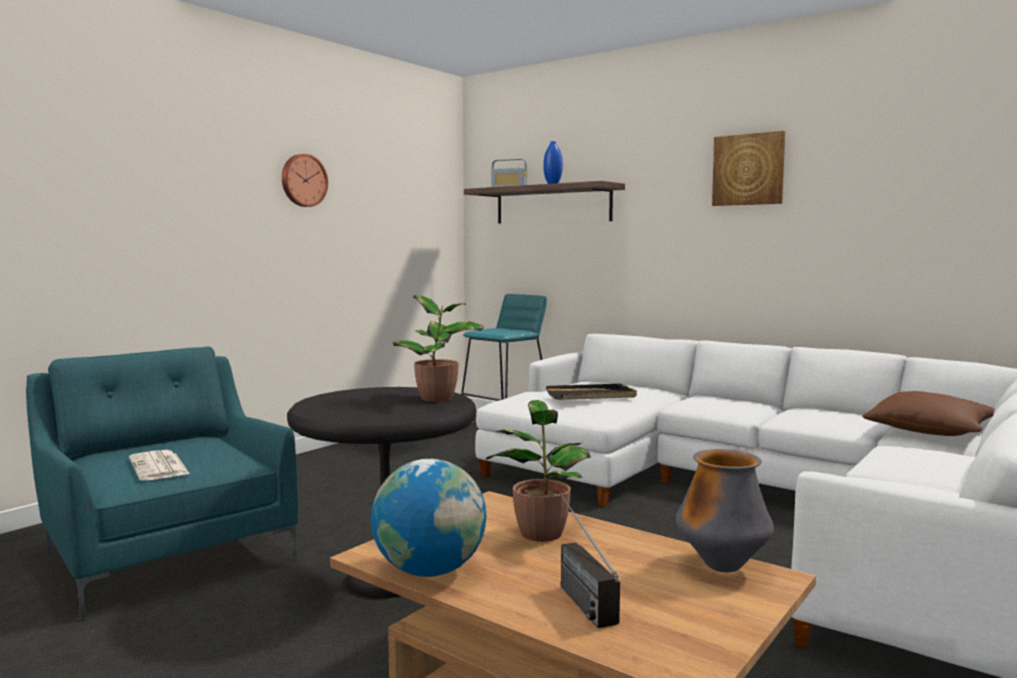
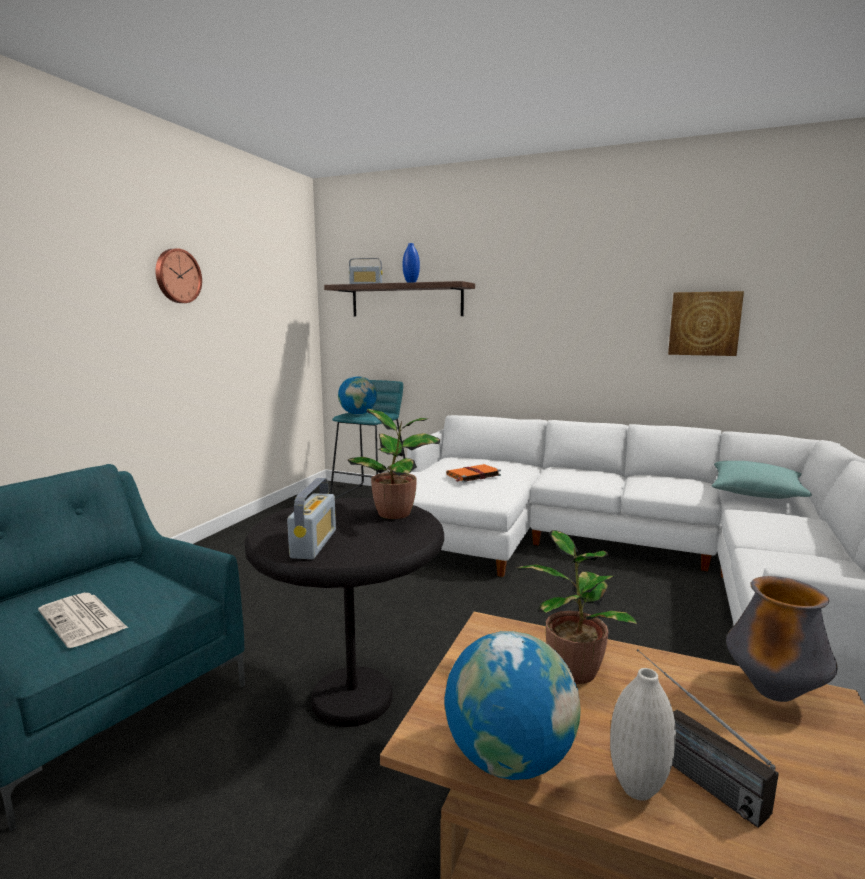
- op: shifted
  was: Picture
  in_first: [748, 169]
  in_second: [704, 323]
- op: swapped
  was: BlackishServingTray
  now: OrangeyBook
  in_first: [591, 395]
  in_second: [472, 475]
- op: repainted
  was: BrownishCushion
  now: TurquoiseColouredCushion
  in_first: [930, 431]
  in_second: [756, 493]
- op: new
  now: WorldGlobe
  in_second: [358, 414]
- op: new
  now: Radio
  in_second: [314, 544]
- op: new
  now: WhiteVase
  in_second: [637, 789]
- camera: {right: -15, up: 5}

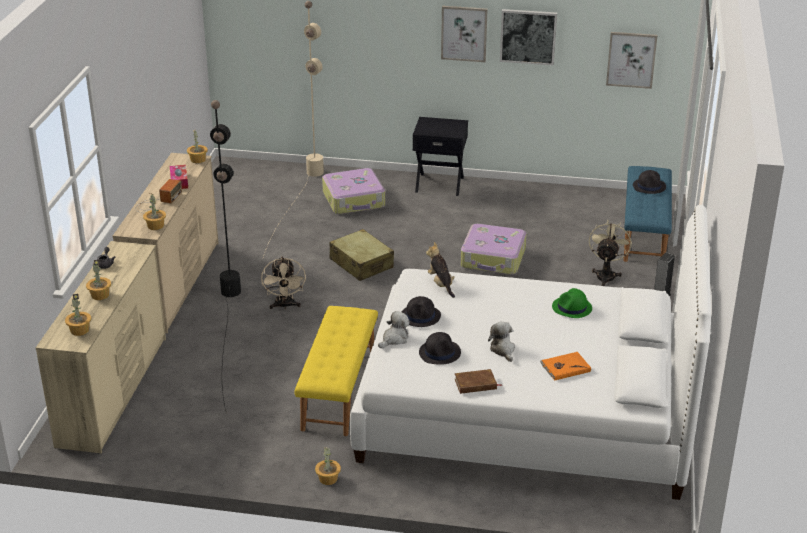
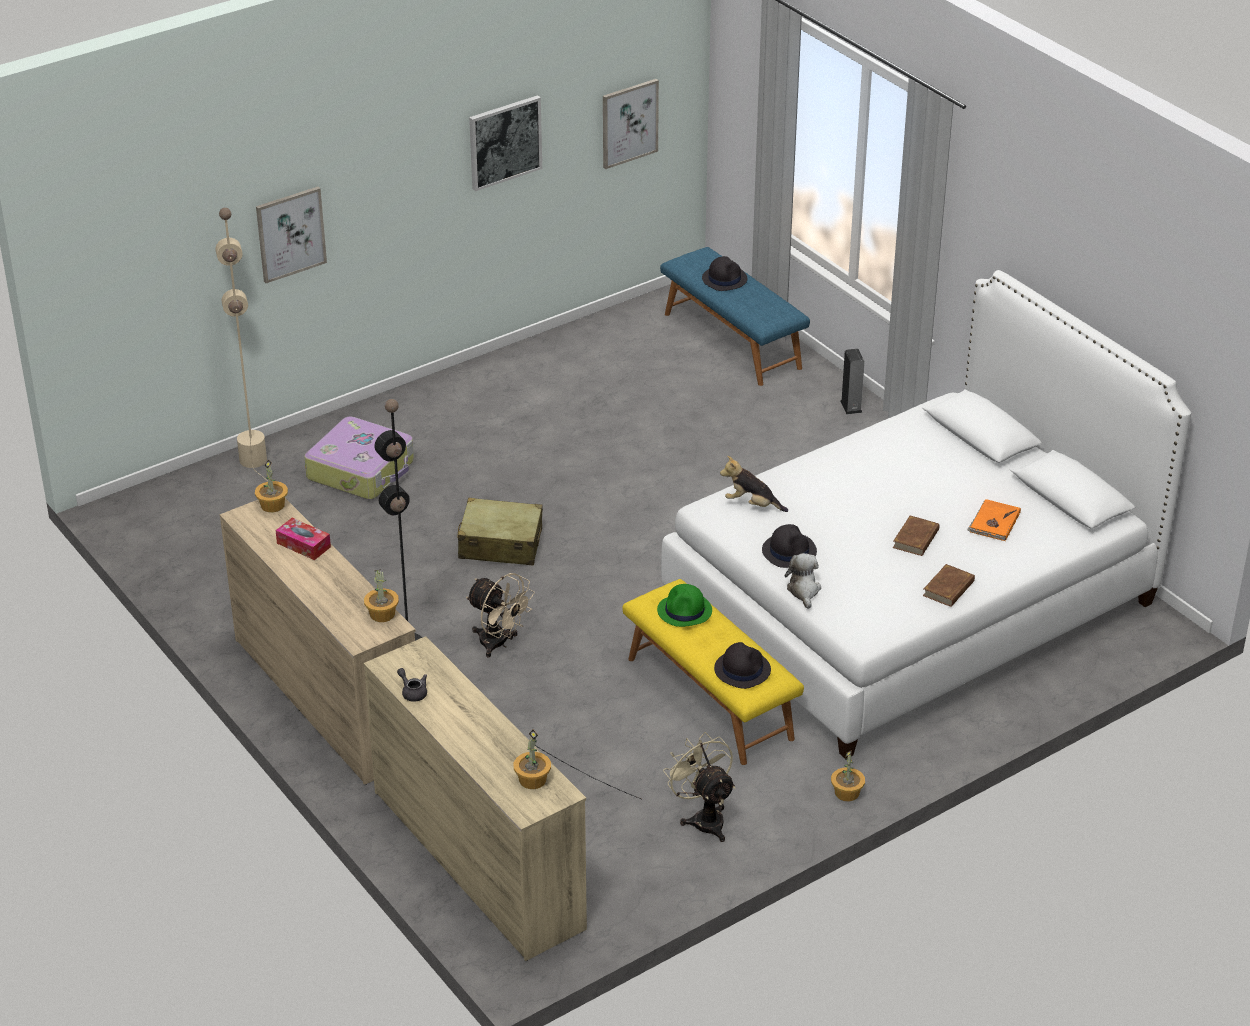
- op: shifted
  was: Picture
  in_first: [464, 33]
  in_second: [290, 234]
- op: gone
  was: BlackishNightTable
  in_first: [439, 184]
- op: gone
  was: Radio
  in_first: [157, 202]
- op: shifted
  was: BeigeCoolingFan
  in_first: [606, 275]
  in_second: [704, 818]
- op: gone
  was: Suitcase
  in_first: [493, 258]
- op: gone
  was: PlantInAPot
  in_first: [100, 295]
- op: shifted
  was: GreenColouredClothingHat
  in_first: [572, 308]
  in_second: [685, 611]
- op: swapped
  was: PlushToy
  now: BrownishBook
  in_first: [503, 350]
  in_second: [916, 539]
- op: shifted
  was: BlackishClothingHat
  in_first: [440, 352]
  in_second: [742, 669]
- camera: {right: -45, up: 5}

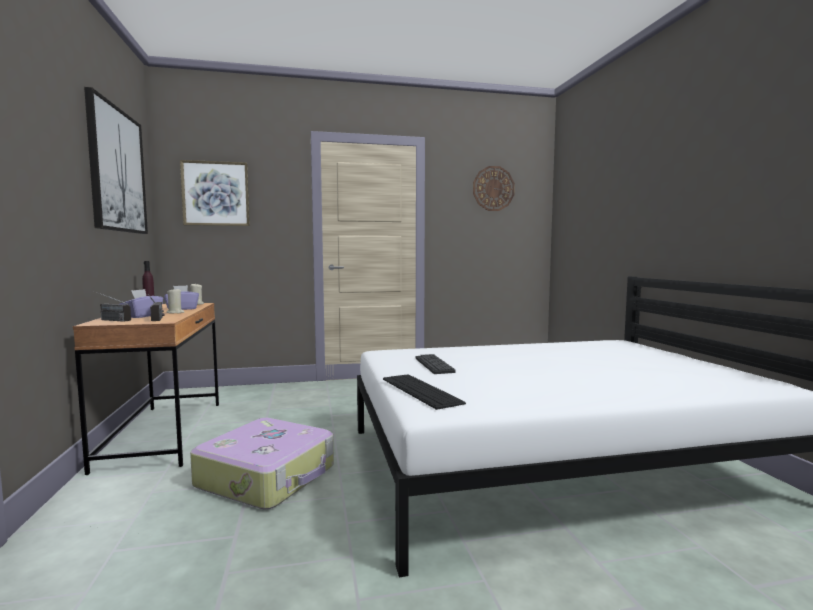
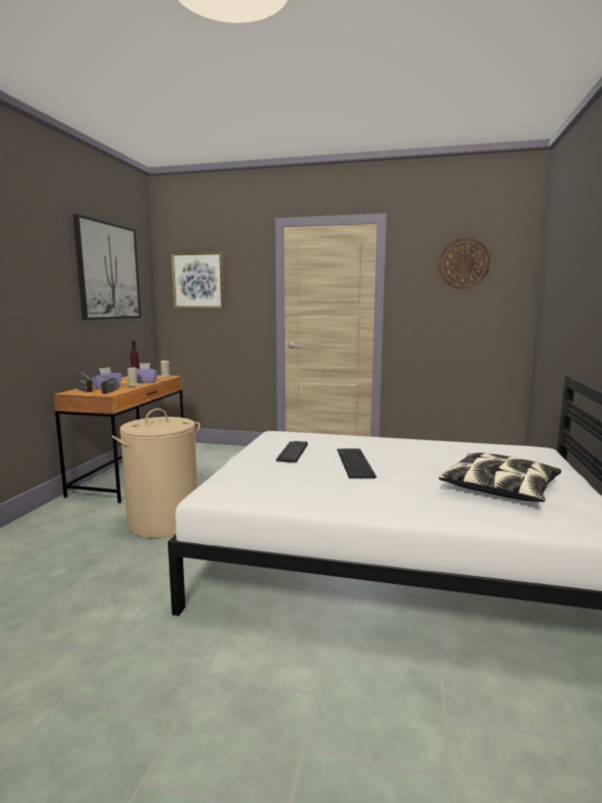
- op: shifted
  was: PcKeyboard
  in_first: [420, 390]
  in_second: [355, 463]
- op: swapped
  was: Suitcase
  now: BeigeLaundryBasket
  in_first: [268, 476]
  in_second: [164, 522]
- op: new
  now: Cushion
  in_second: [500, 488]
- camera: {right: 25, up: 5}

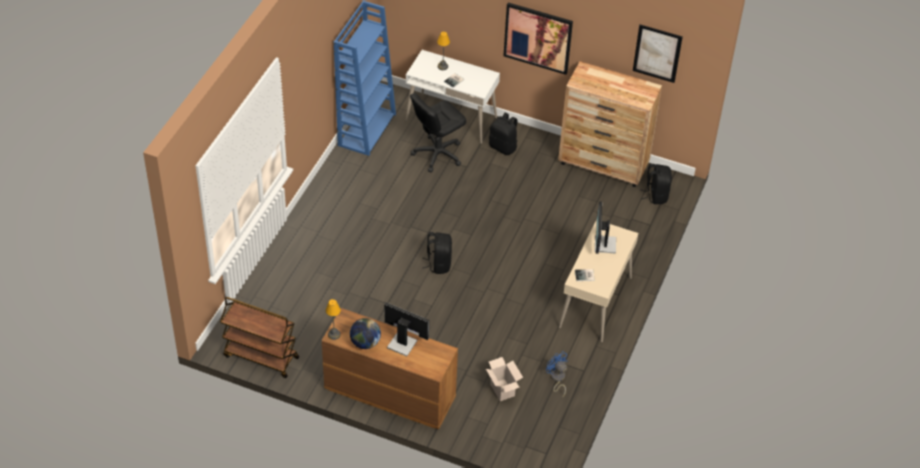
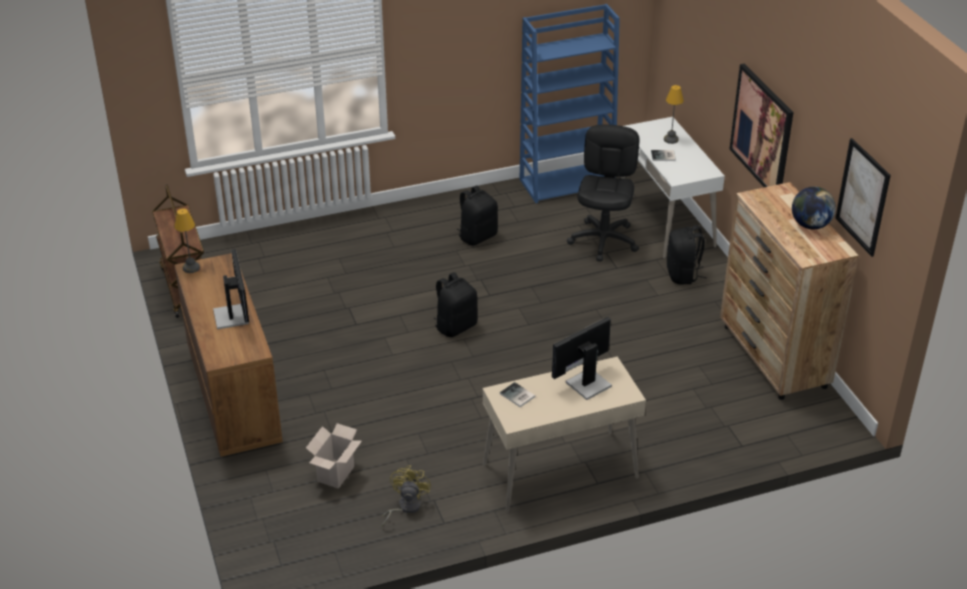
- op: rotated
  was: BlackishDeskChair
  in_first: [437, 154]
  in_second: [604, 240]
  clockwise: 90
- op: shifted
  was: BlackishBackpack
  in_first: [655, 195]
  in_second: [477, 236]
- op: shifted
  was: WorldGlobe
  in_first: [365, 343]
  in_second: [810, 225]
- op: repainted
  was: BlueCoolingFan
  now: YellowColouredCoolingFan
  in_first: [557, 379]
  in_second: [405, 507]
- camera: {right: 50, up: -10}

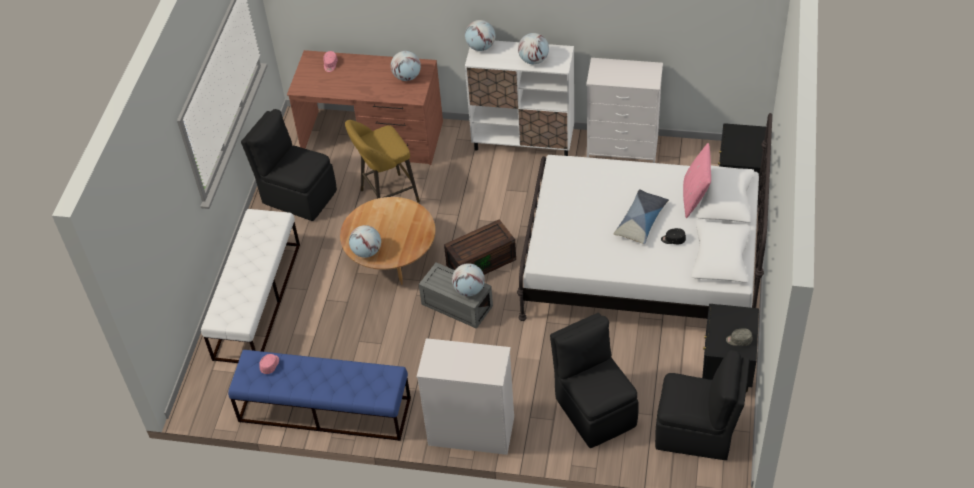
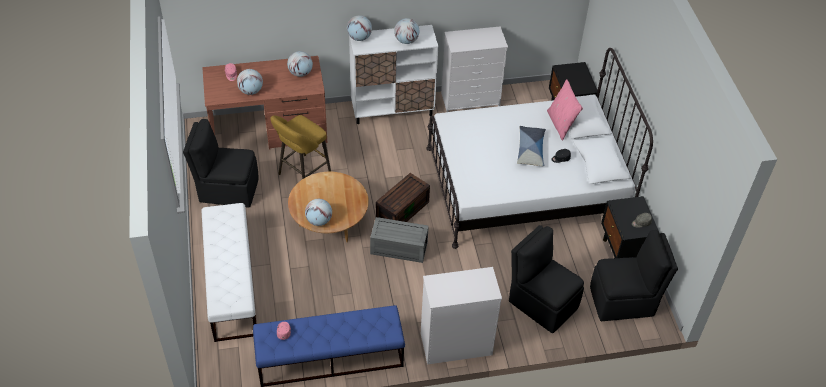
- op: shifted
  was: WorldGlobe
  in_first: [469, 290]
  in_second: [251, 91]
- camera: {right: -25, up: 0}

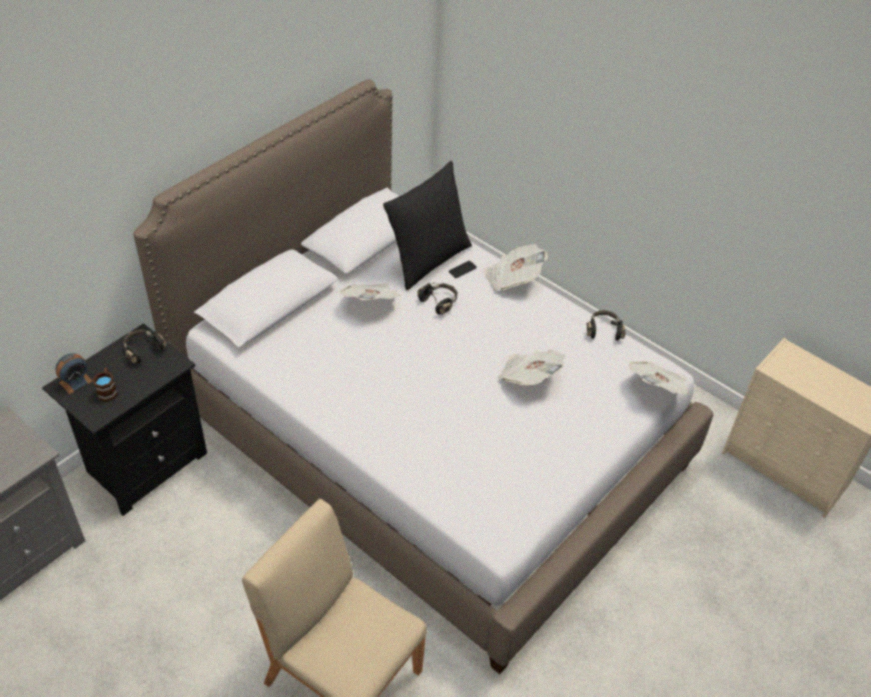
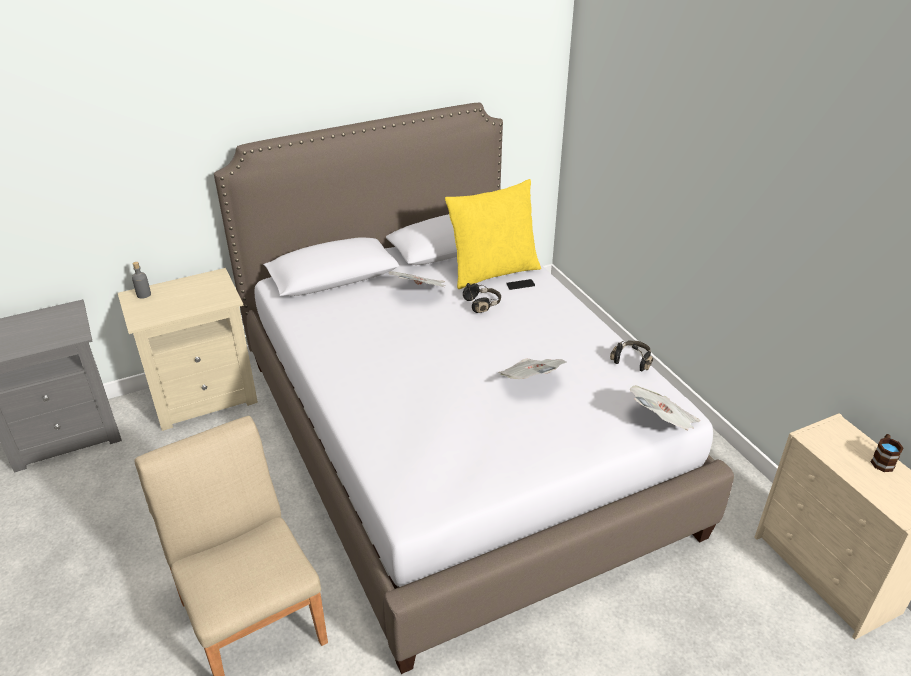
- op: repainted
  was: BlackishCushion
  now: YellowColouredCushion
  in_first: [427, 259]
  in_second: [493, 271]
- op: gone
  was: Newspaper
  in_first: [512, 279]
- op: repainted
  was: BlackishNightTable
  now: BeigeNightTable
  in_first: [144, 463]
  in_second: [204, 397]
- op: gone
  was: BlackishHeadset
  in_first: [143, 350]
- op: swapped
  was: BedsideClock
  now: GreyDrinkBottle
  in_first: [75, 382]
  in_second: [144, 294]
- op: shifted
  was: BrownishMug
  in_first: [108, 390]
  in_second: [882, 460]
- camera: {right: 25, up: -10}

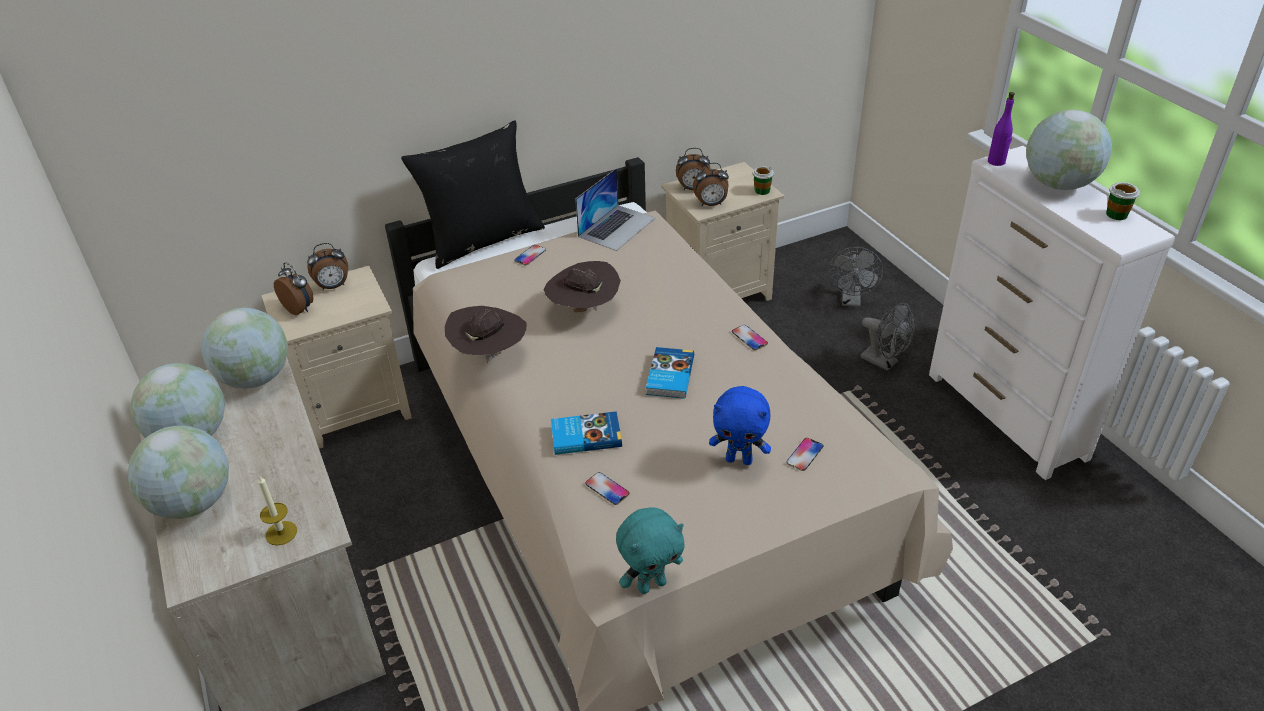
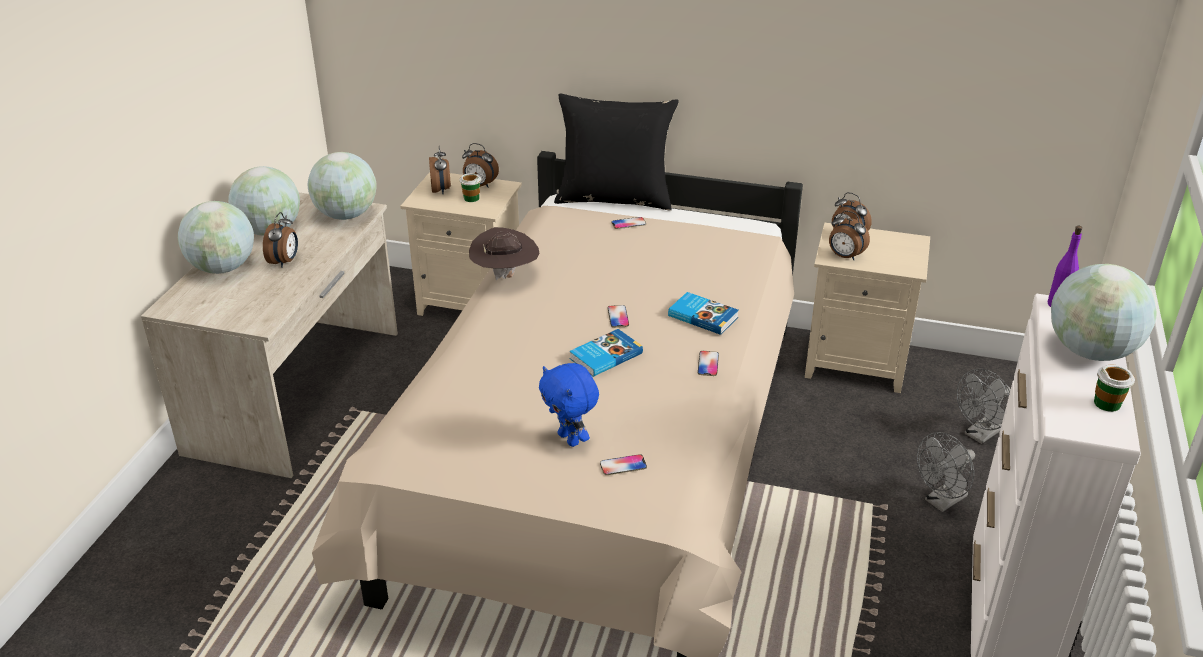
- op: shifted
  was: Cup
  in_first: [762, 191]
  in_second: [471, 198]
- op: gone
  was: NotebookComputer
  in_first: [617, 227]
- op: gone
  was: BrownishClothingHat
  in_first: [583, 310]
- op: rotated
  was: GreyCoolingFan
  in_first: [884, 362]
  in_second: [941, 502]
  clockwise: 60
- op: shifted
  was: Book
  in_first: [585, 435]
  in_second: [703, 316]
- op: shifted
  was: Telephone
  in_first: [607, 489]
  in_second: [618, 317]
- op: gone
  was: WaxLight
  in_first: [281, 533]
- op: gone
  was: TurquoiseColouredPlushToy
  in_first: [651, 584]
- op: new
  now: BedsideClock
  in_second: [285, 261]
- camera: {right: 40, up: -5}

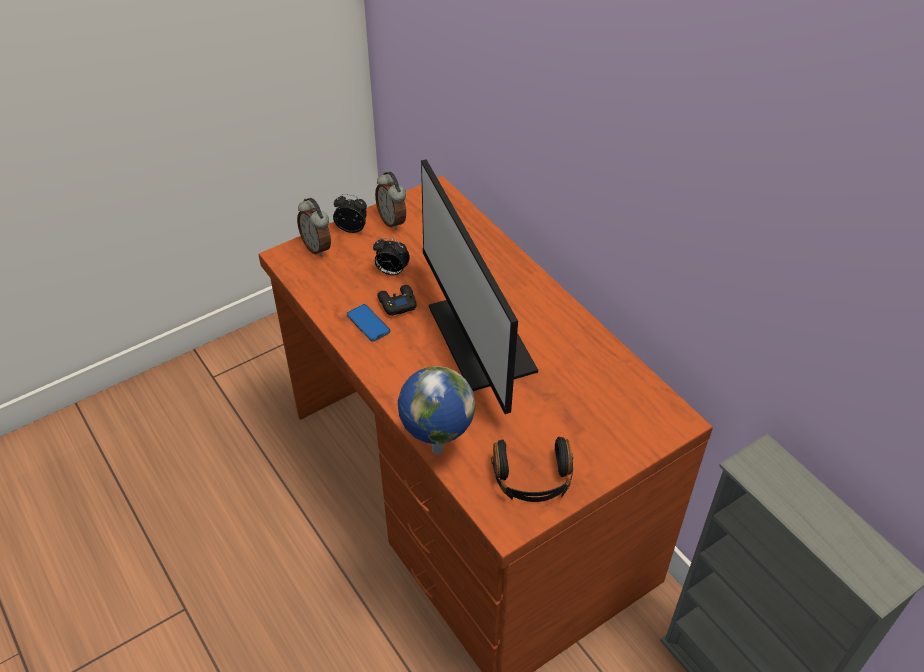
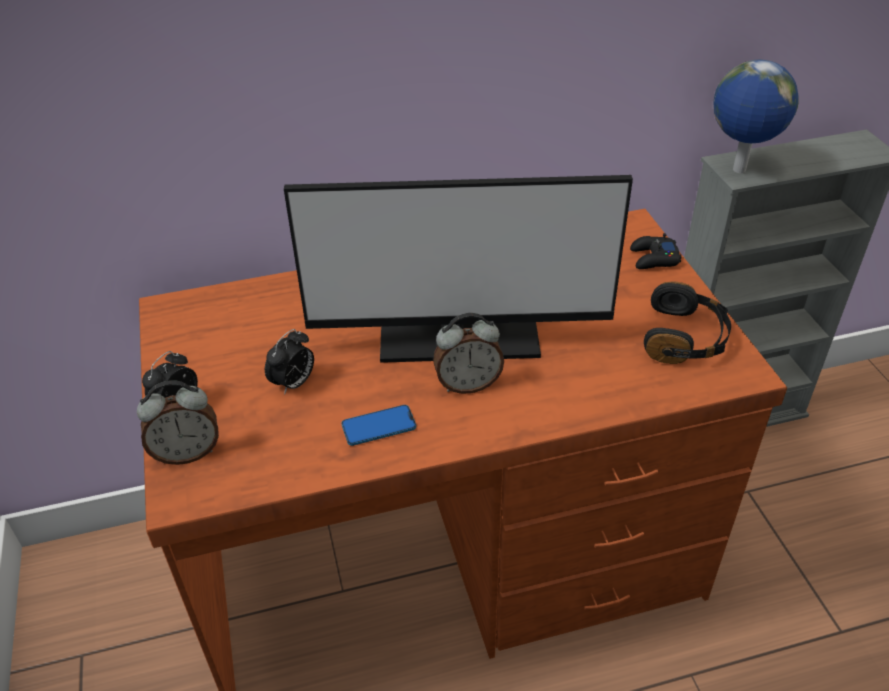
- op: shifted
  was: BedsideClock
  in_first: [393, 221]
  in_second: [468, 384]
- op: shifted
  was: BlackishJoypad
  in_first: [397, 303]
  in_second: [653, 258]
- op: shifted
  was: WorldGlobe
  in_first: [436, 449]
  in_second: [738, 170]
- camera: {right: -70, up: -5}

